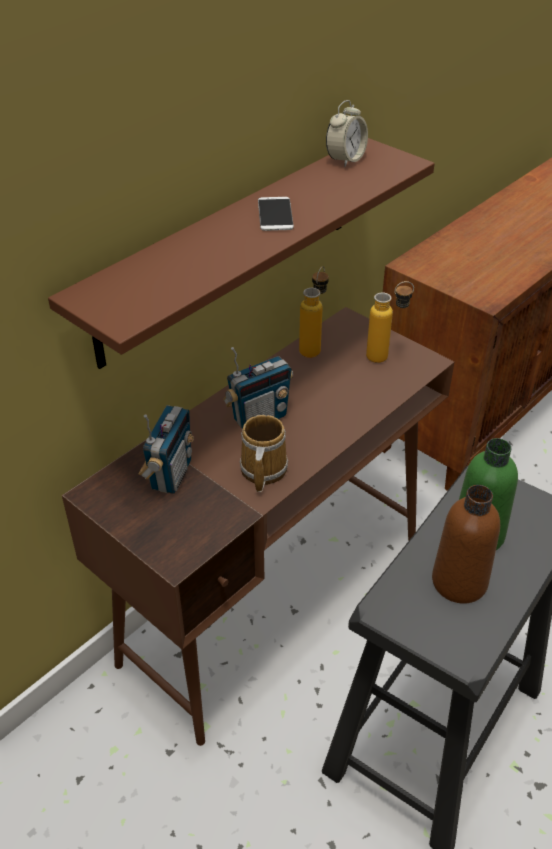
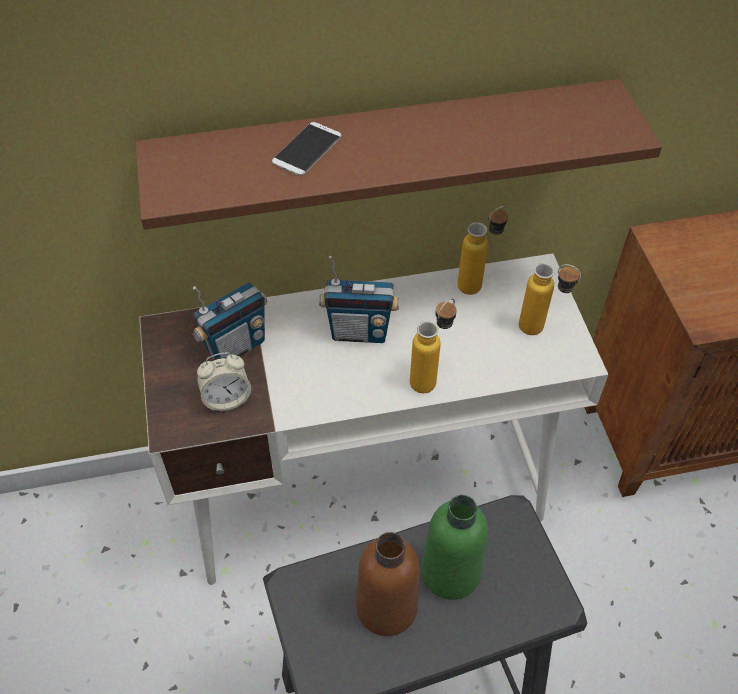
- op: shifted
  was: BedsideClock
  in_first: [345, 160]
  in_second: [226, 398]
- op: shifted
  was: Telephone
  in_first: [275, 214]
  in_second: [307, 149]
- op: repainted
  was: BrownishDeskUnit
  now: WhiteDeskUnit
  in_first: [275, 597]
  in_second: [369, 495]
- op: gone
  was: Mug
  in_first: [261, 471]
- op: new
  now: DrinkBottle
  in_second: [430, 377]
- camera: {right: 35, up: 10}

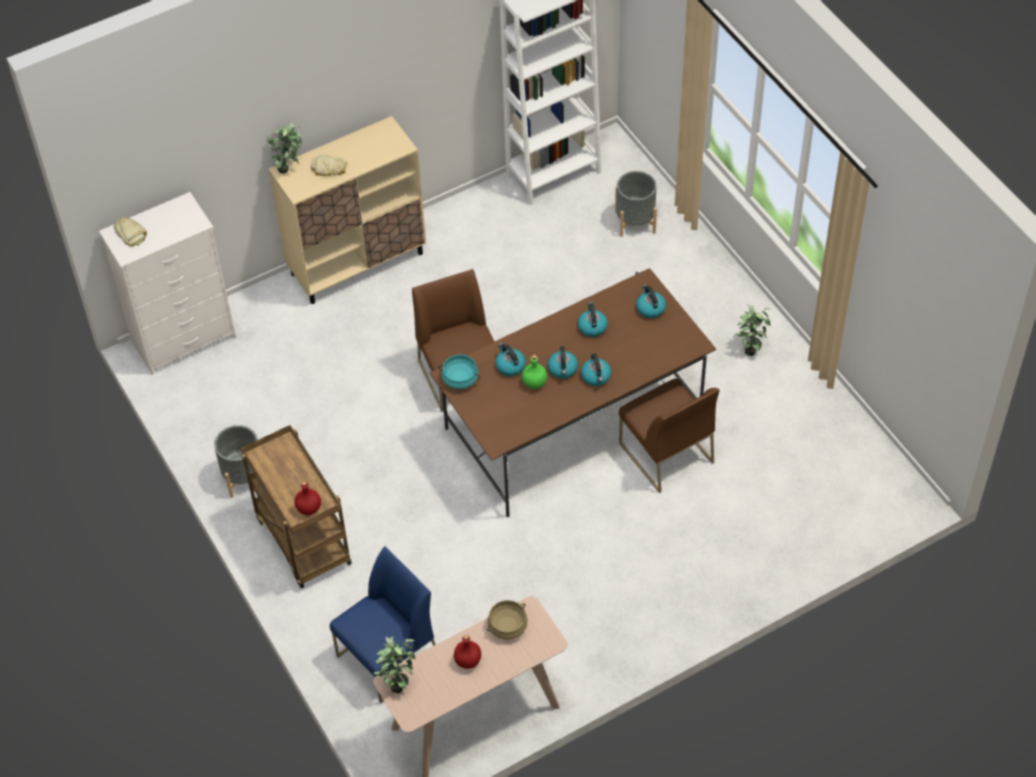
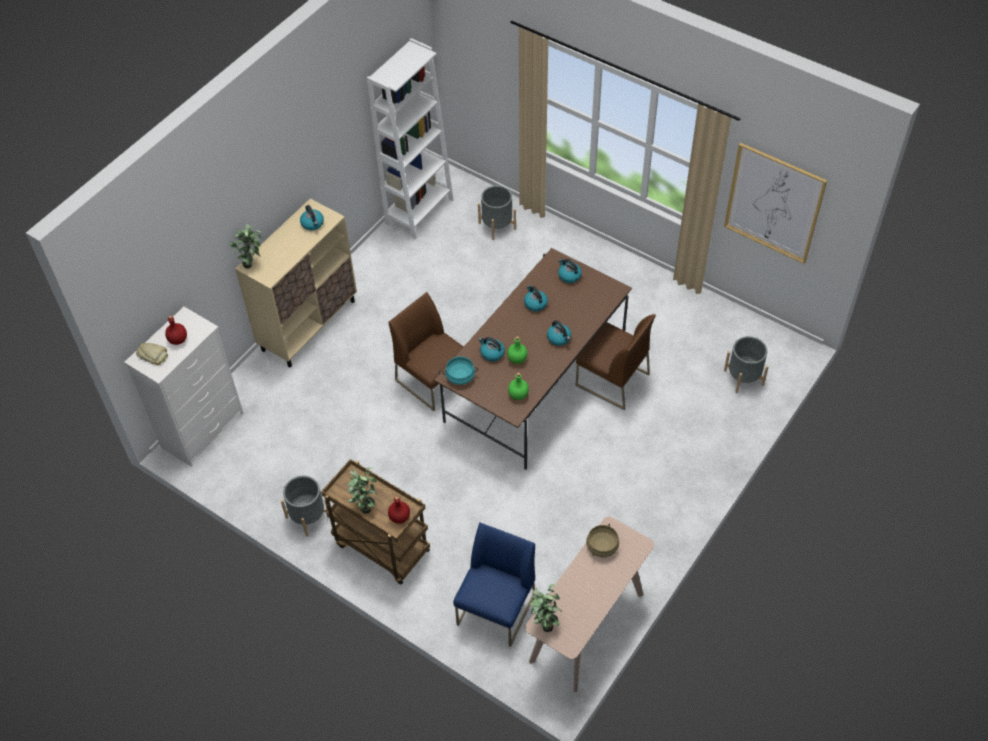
- op: gone
  was: Bread
  in_first: [329, 169]
- op: shifted
  was: PlantInAPot
  in_first: [750, 347]
  in_second: [364, 505]
- op: shifted
  was: Kettle
  in_first: [563, 369]
  in_second: [312, 224]
- op: shifted
  was: RedDrinkBottle
  in_first: [468, 660]
  in_second: [178, 339]
- op: new
  now: Picture
  in_second: [773, 203]
- op: new
  now: GreyPlantPot
  in_second: [743, 377]
- op: new
  now: GreenColouredDrinkBottle
  in_second: [518, 395]
- camera: {right: -25, up: 0}

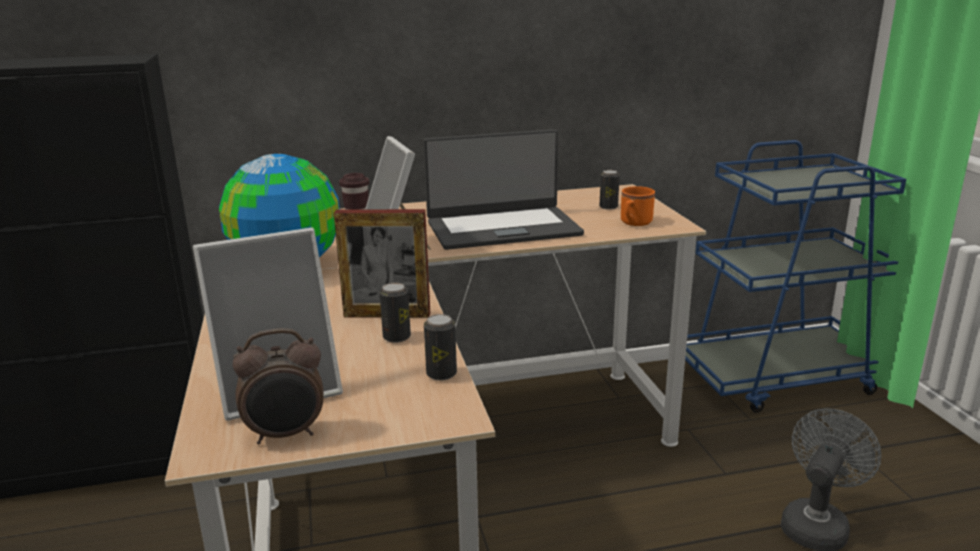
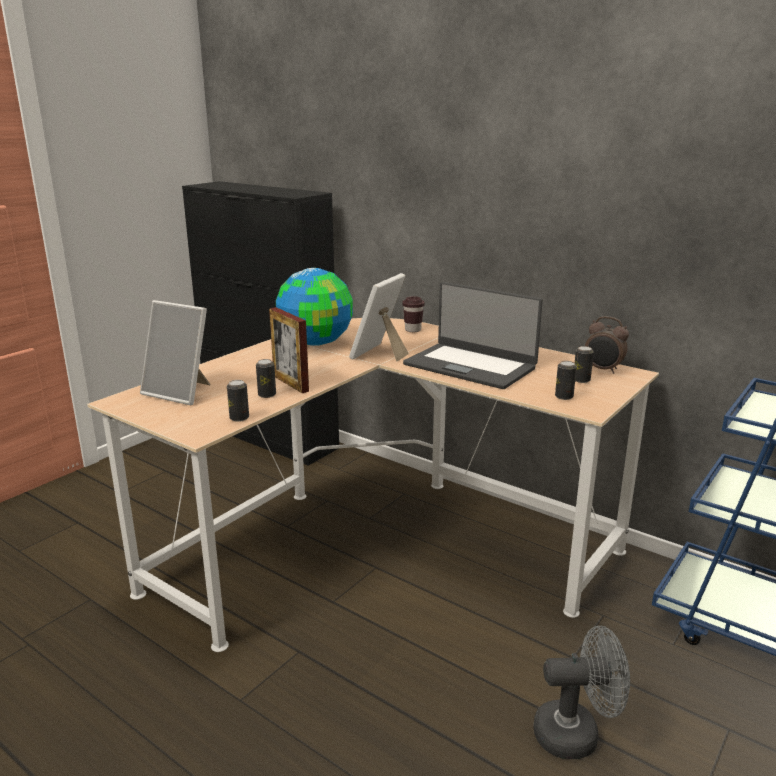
- op: swapped
  was: OrangeyMug
  now: Can
  in_first: [634, 223]
  in_second: [564, 397]
- op: shifted
  was: BedsideClock
  in_first: [286, 435]
  in_second: [603, 370]
- camera: {right: 50, up: 0}

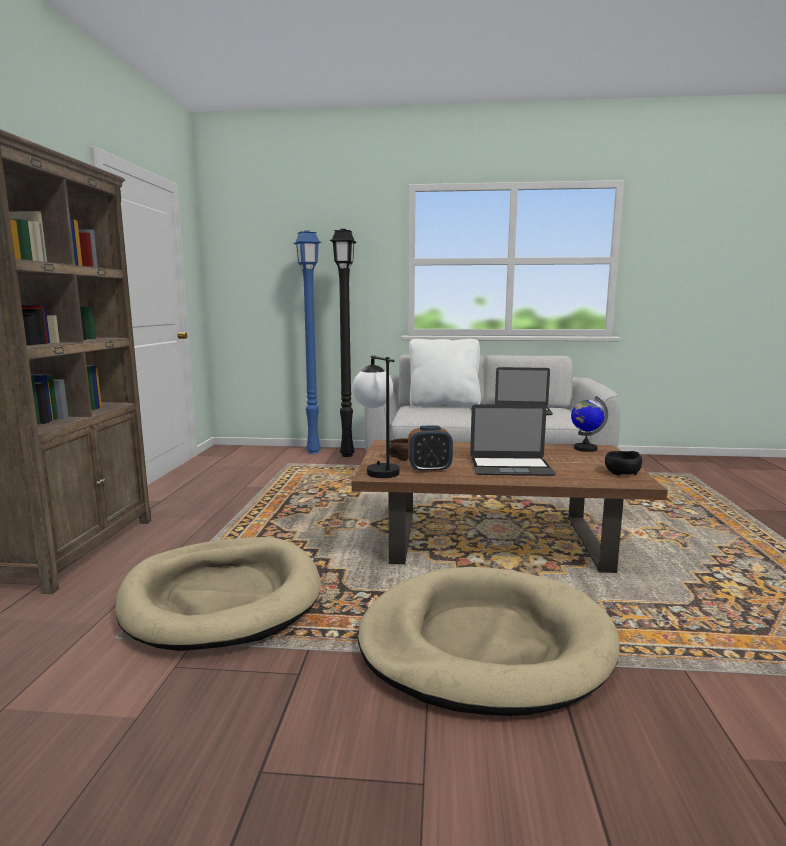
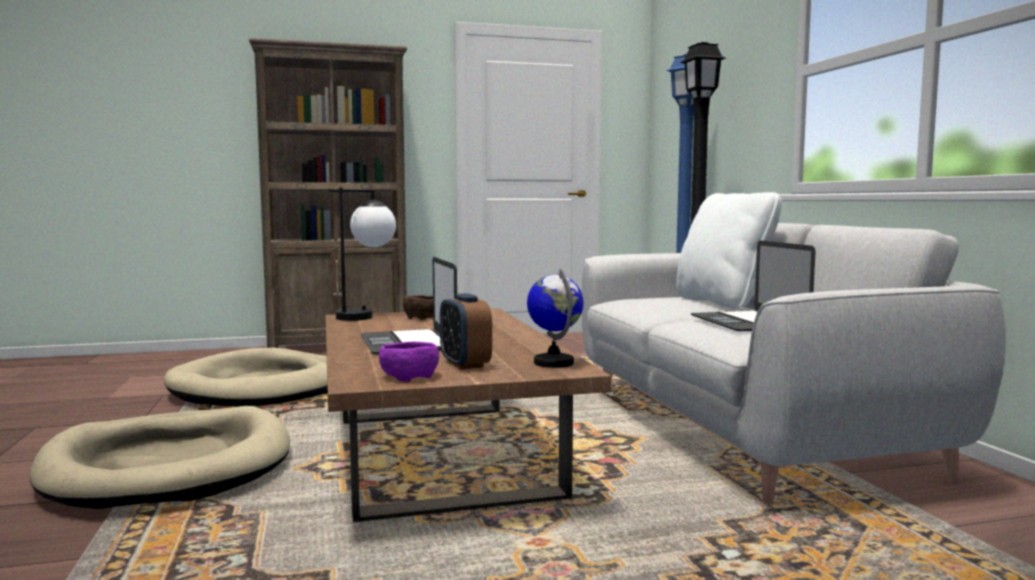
- op: shifted
  was: BedsideClock
  in_first: [429, 470]
  in_second: [465, 364]
- op: repainted
  was: BlackishDeepDish
  now: PurplishDeepDish
  in_first: [621, 473]
  in_second: [408, 376]
- camera: {right: 70, up: -5}

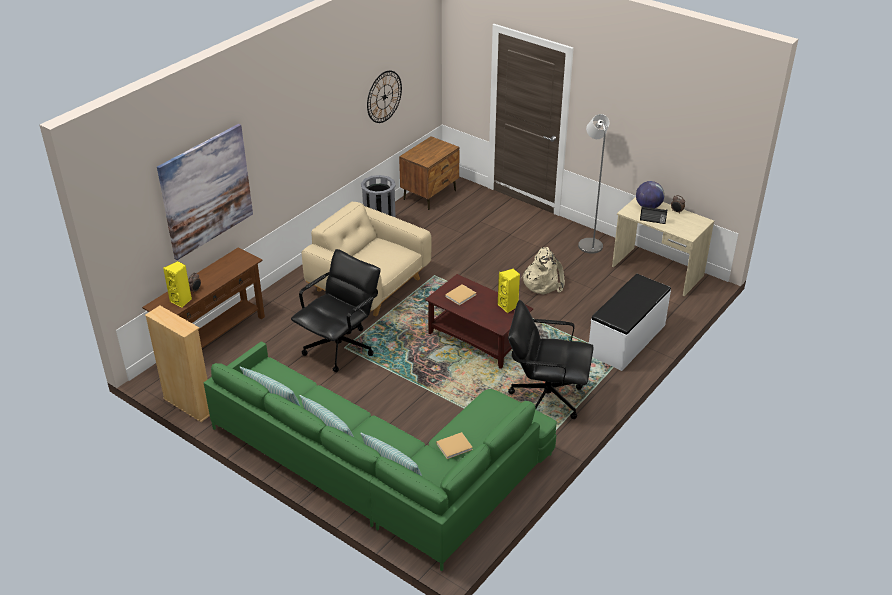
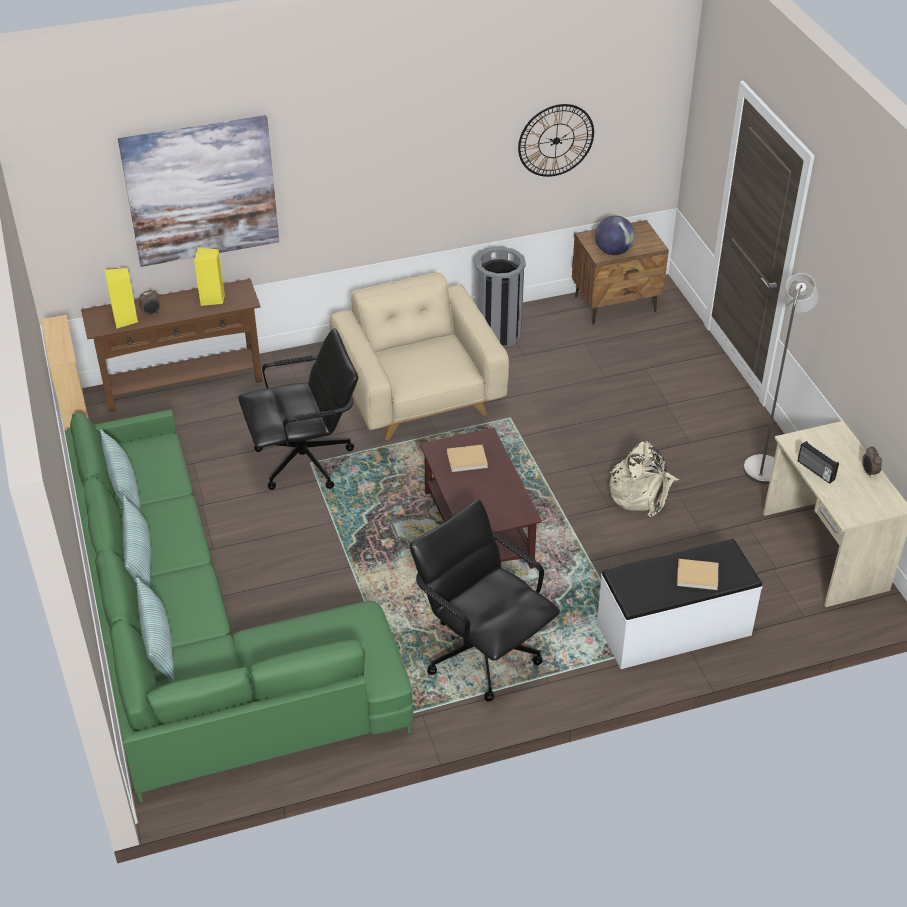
- op: shifted
  was: WorldGlobe
  in_first: [648, 207]
  in_second: [613, 251]
- op: shifted
  was: YellowColouredLoudspeaker
  in_first: [508, 306]
  in_second: [212, 299]
- op: shifted
  was: BeigeBook
  in_first: [455, 446]
  in_second: [699, 576]
- camera: {right: 35, up: 5}

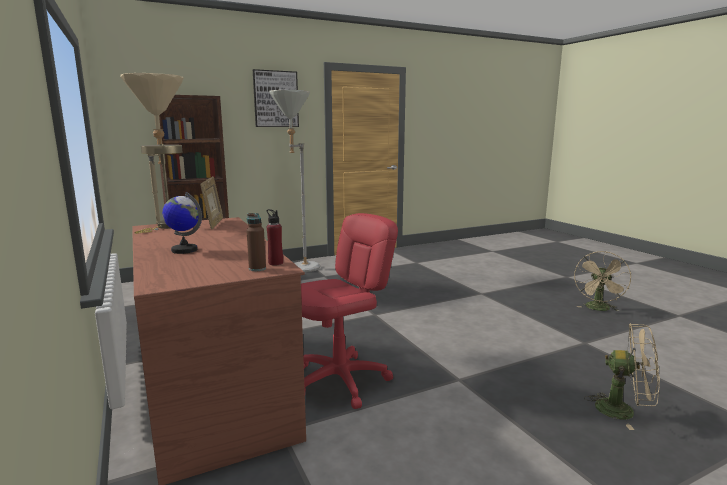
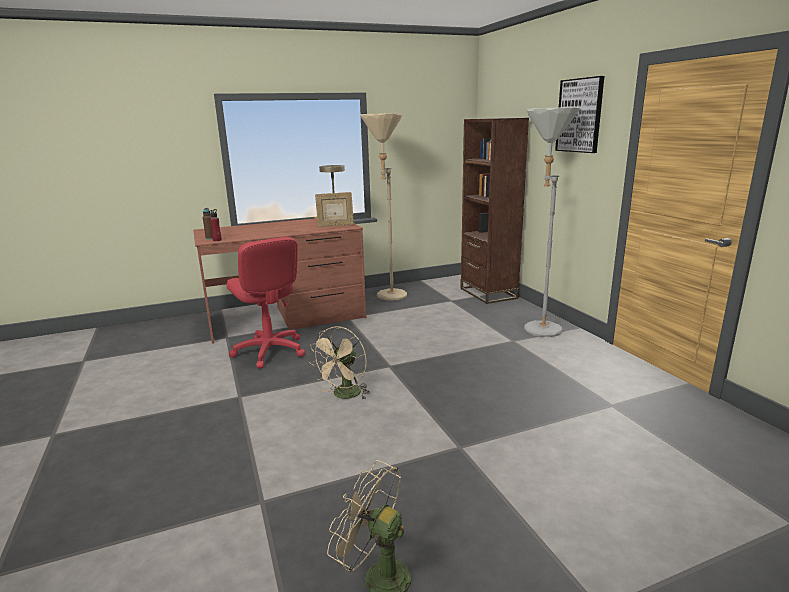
- op: gone
  was: WorldGlobe
  in_first: [184, 250]
- op: shifted
  was: BeigeCoolingFan
  in_first: [623, 411]
  in_second: [344, 395]
- camera: {right: 95, up: 5}

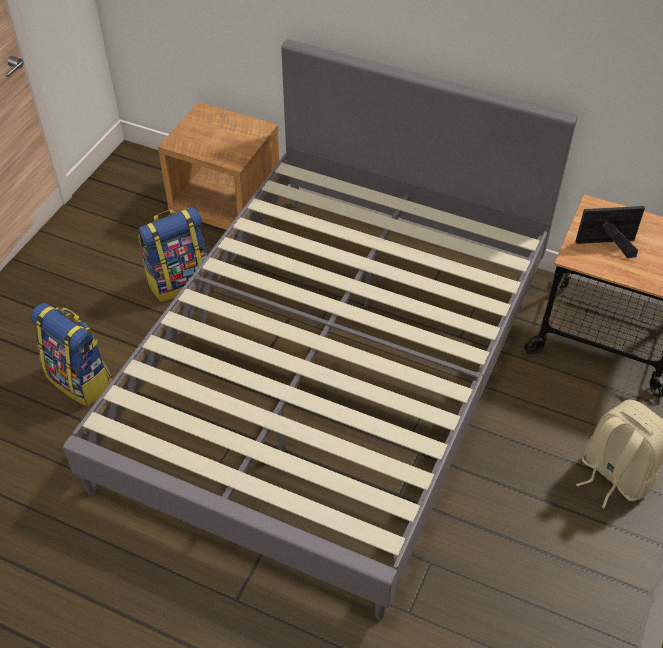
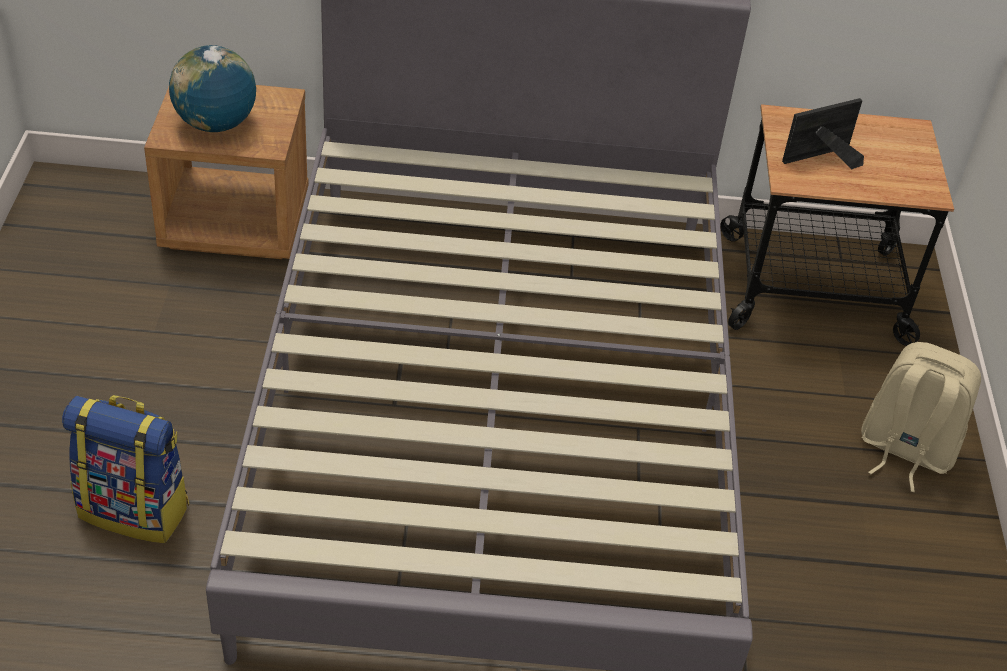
- op: gone
  was: Backpack
  in_first: [179, 281]
- op: new
  now: WorldGlobe
  in_second: [216, 124]
- camera: {right: -25, up: -5}

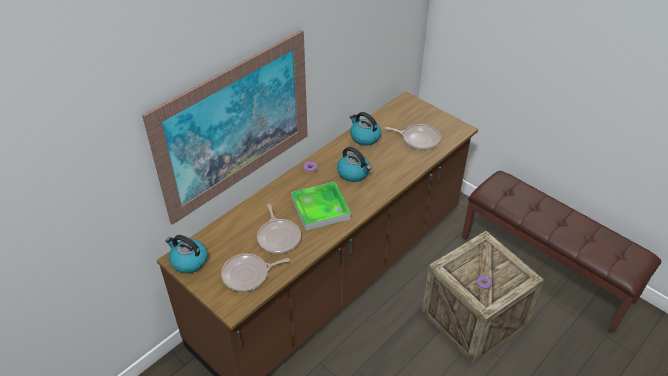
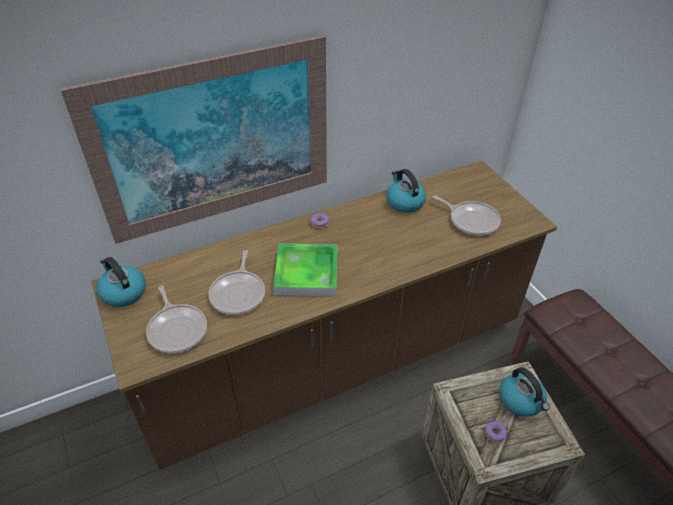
- op: shifted
  was: Kettle
  in_first: [354, 173]
  in_second: [521, 401]
- op: rotated
  was: FryingPan
  in_first: [248, 275]
  in_second: [177, 329]
  clockwise: -120
- camera: {right: 20, up: 0}

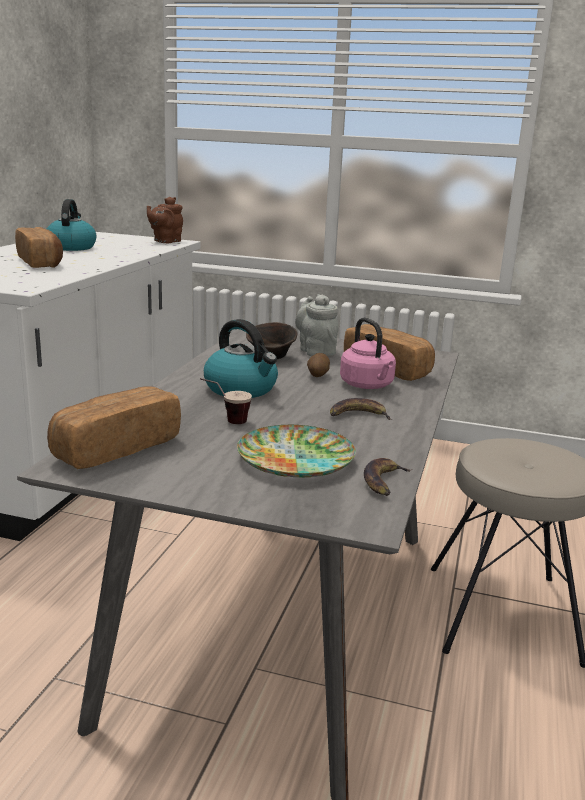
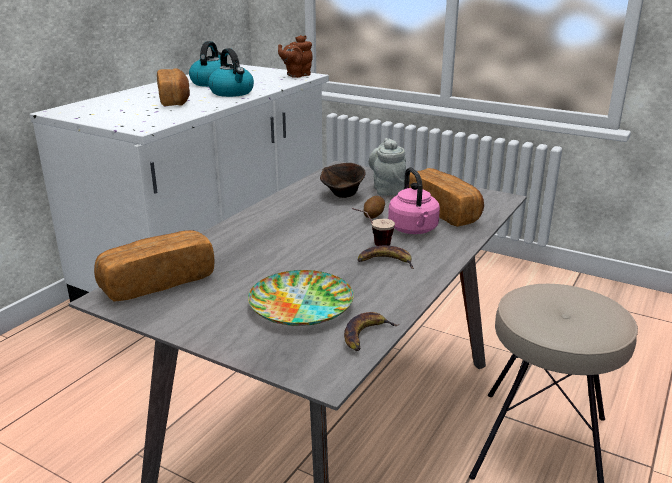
- op: shifted
  was: Kettle
  in_first: [242, 389]
  in_second: [232, 93]
- op: shifted
  was: Cup
  in_first: [225, 422]
  in_second: [372, 244]
- camera: {right: 15, up: 5}

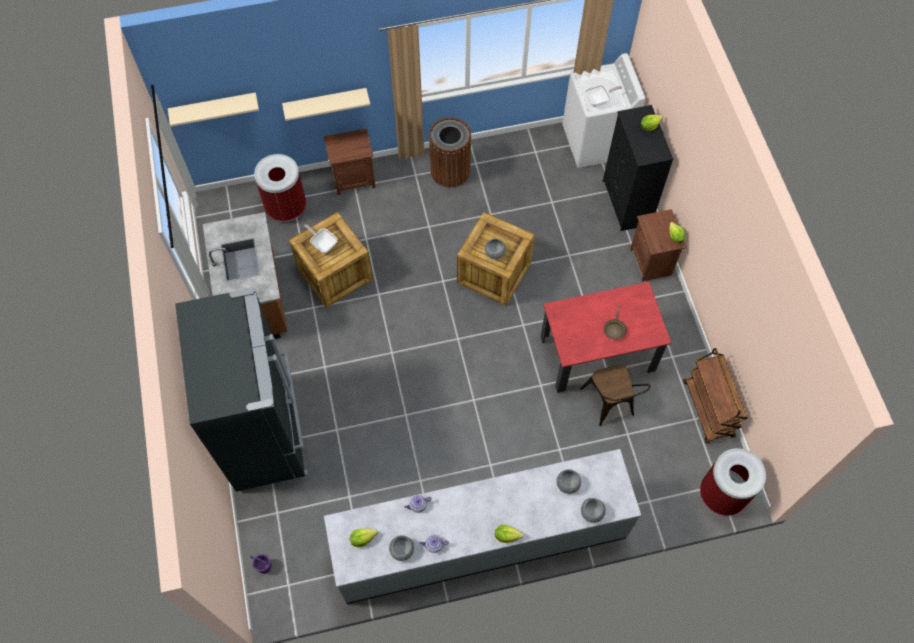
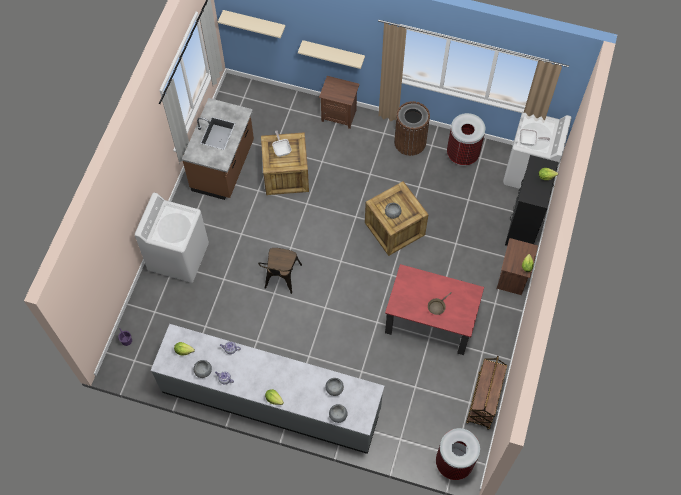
- op: shifted
  was: TrashCan
  in_first: [286, 207]
  in_second: [462, 154]
- op: swapped
  was: BlackishRefrigerator
  now: WhiteLaundryAppliance
  in_first: [266, 431]
  in_second: [179, 256]
- op: shifted
  was: BrownishChair
  in_first: [610, 405]
  in_second: [281, 279]
- camera: {right: 30, up: 0}

